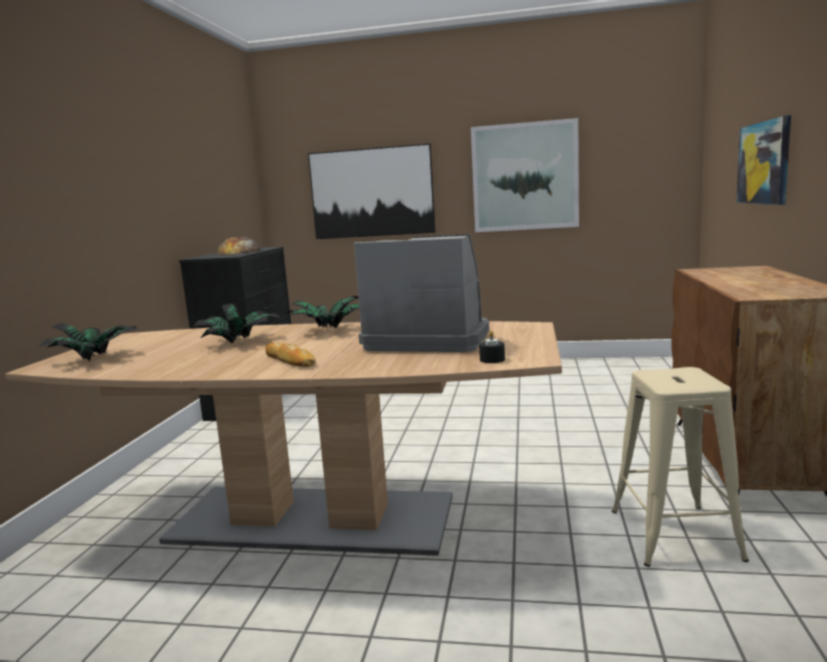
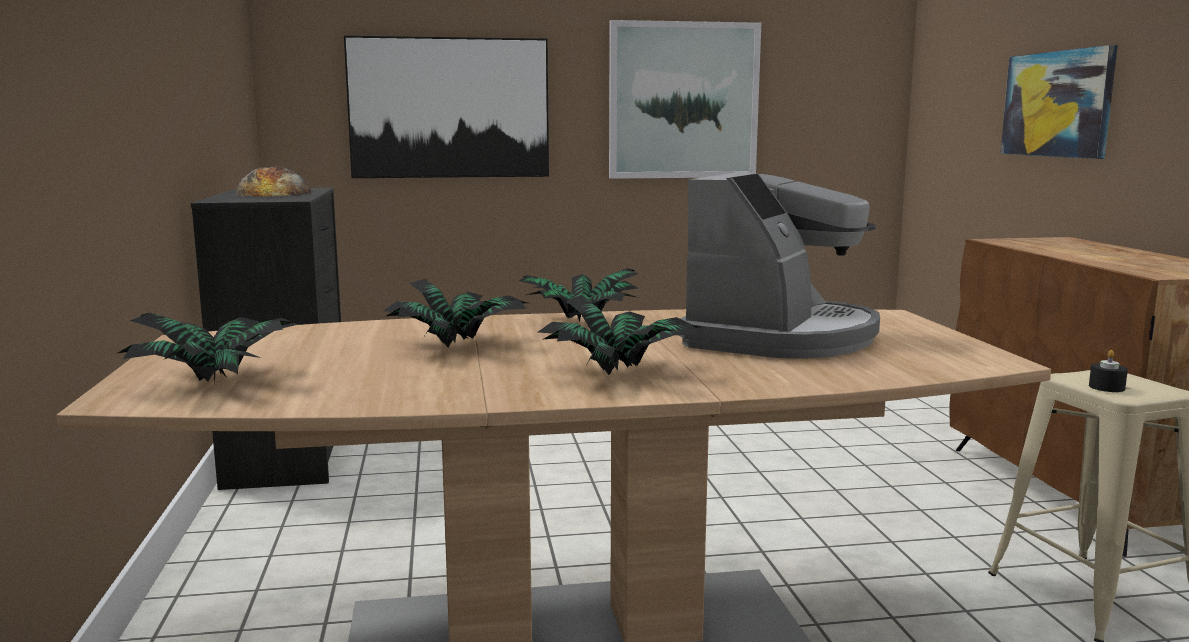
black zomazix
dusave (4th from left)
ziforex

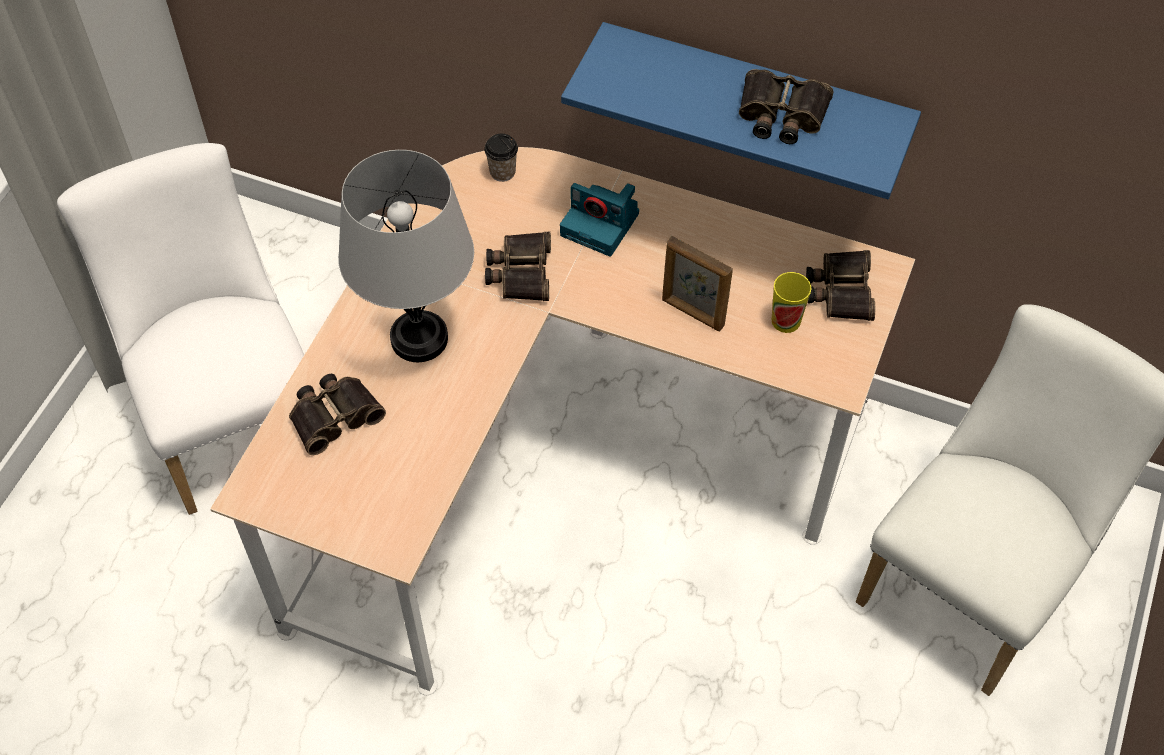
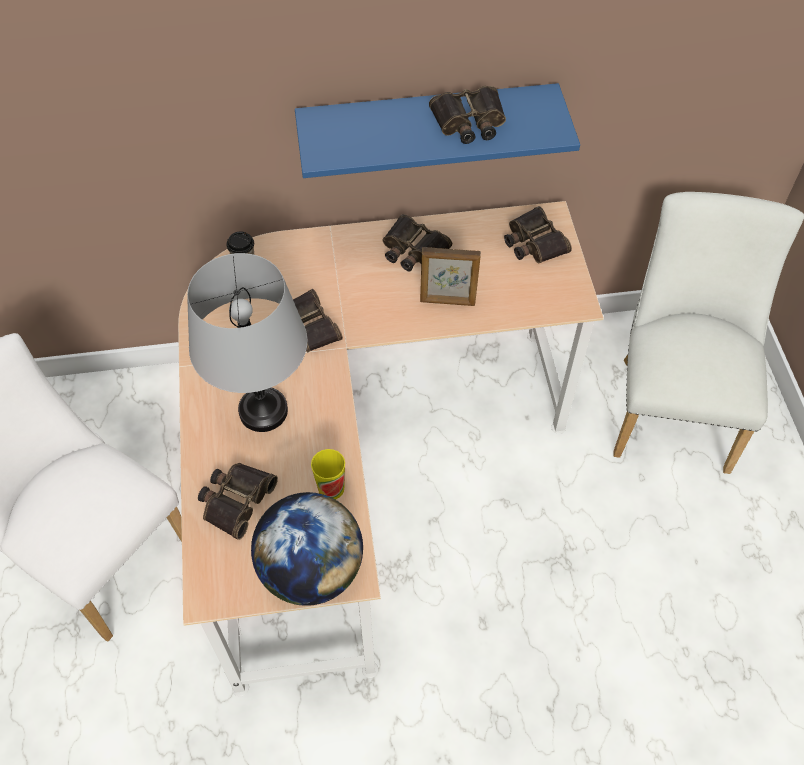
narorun
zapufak
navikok (3rd from left)
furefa (2nd from left)

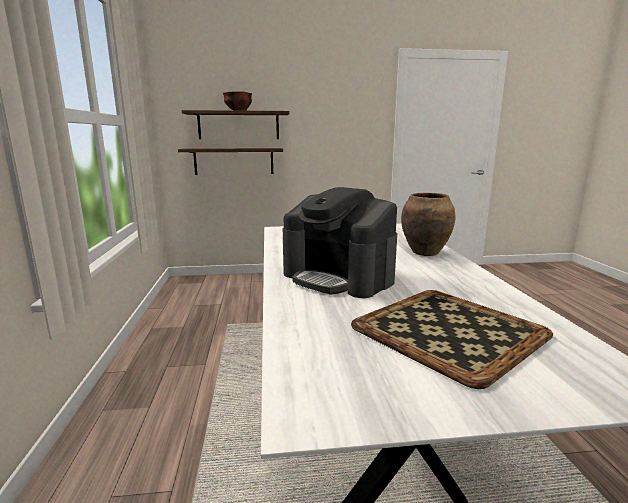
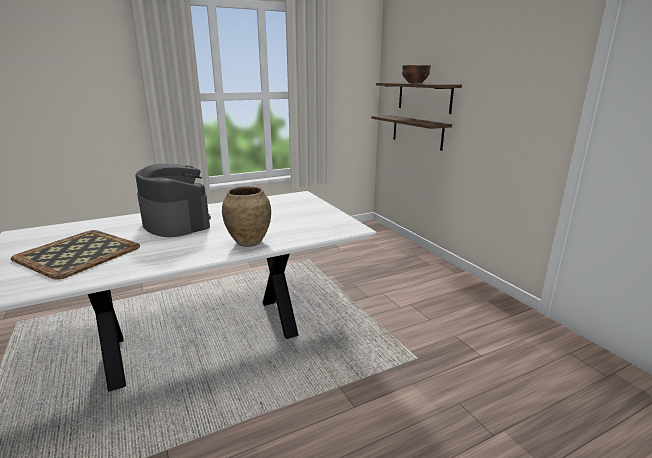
ziforex

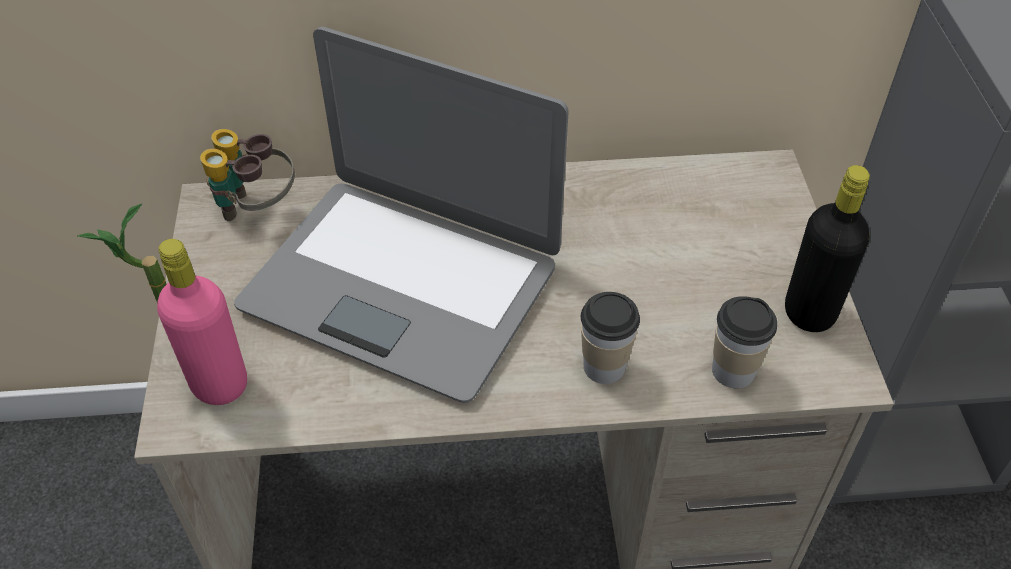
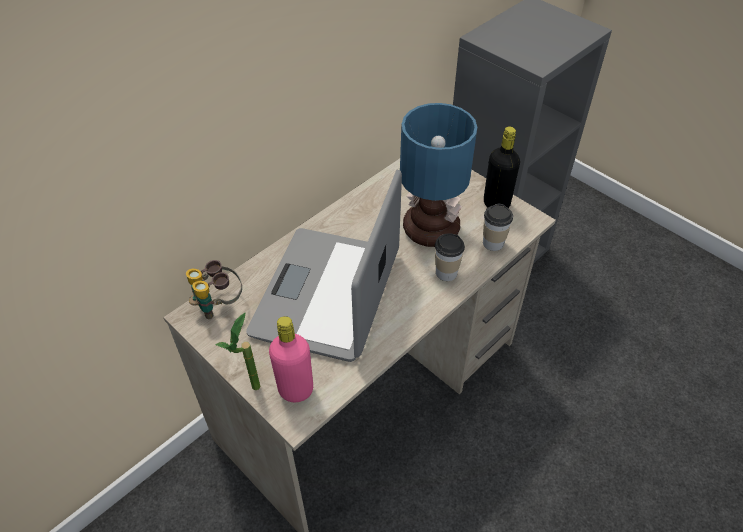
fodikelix
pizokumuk

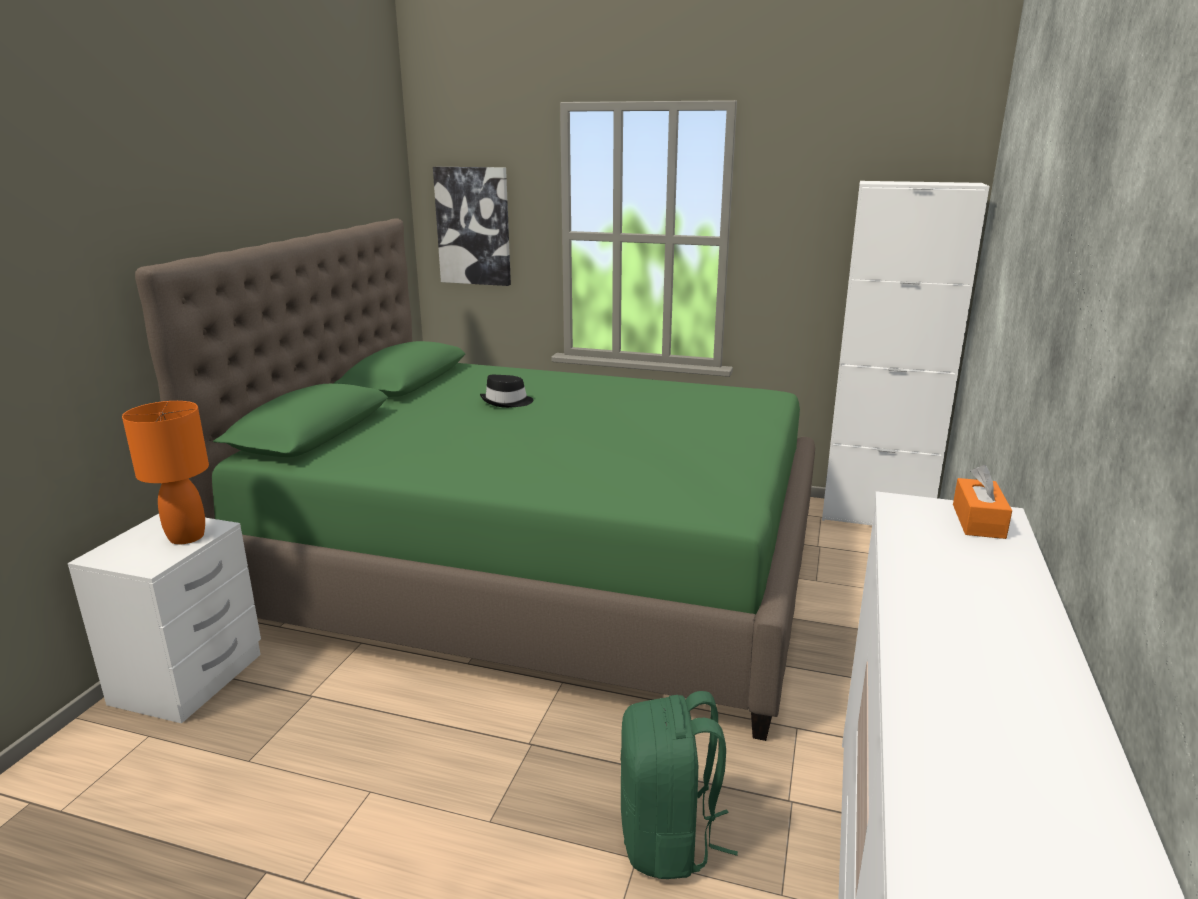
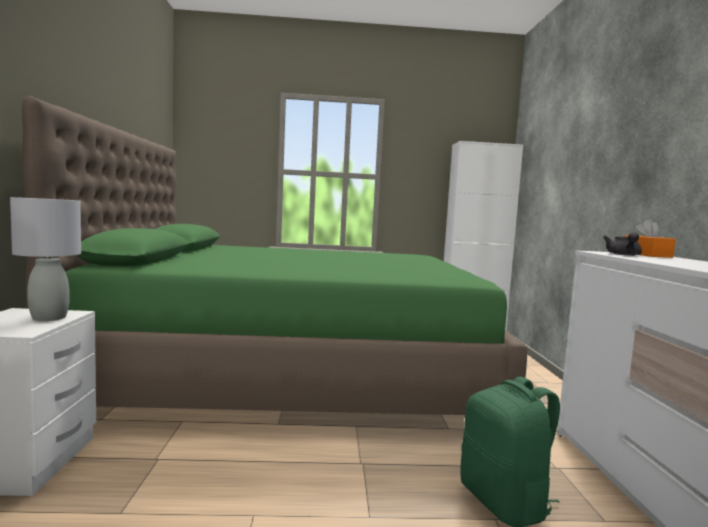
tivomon
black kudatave
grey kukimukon
grey fodikelix

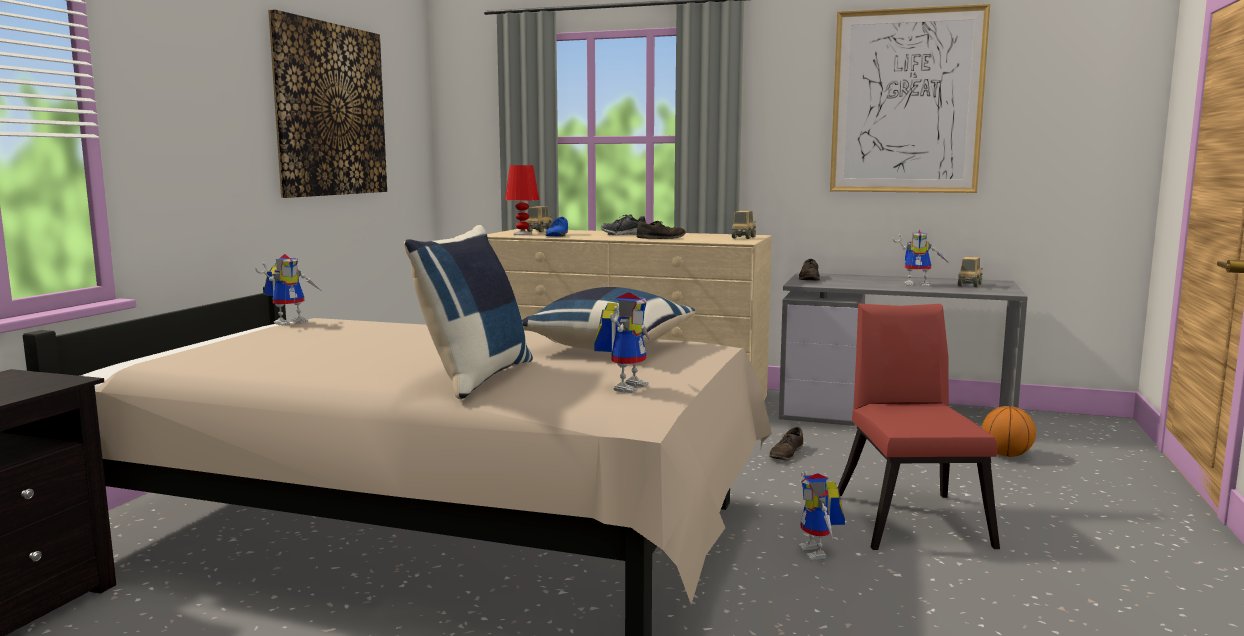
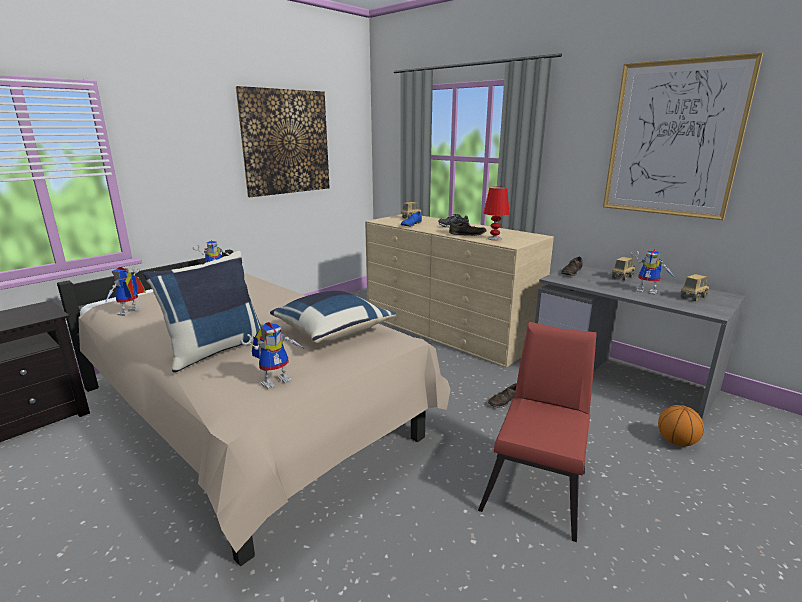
red fodikelix
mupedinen (2nd from left)
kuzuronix (1st from left)

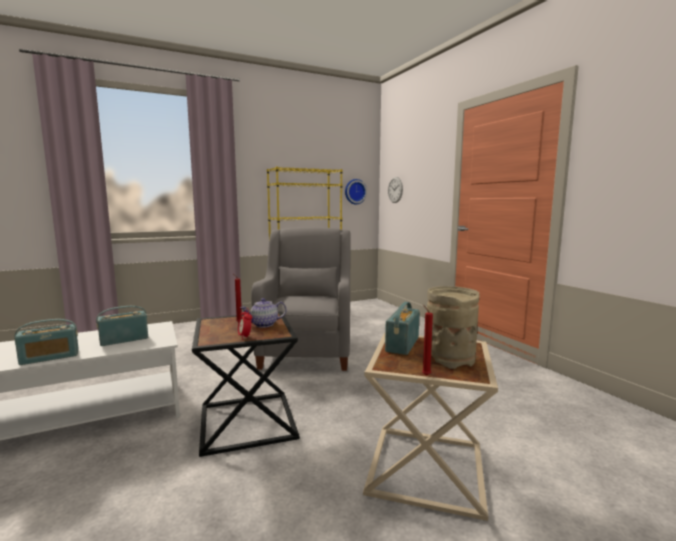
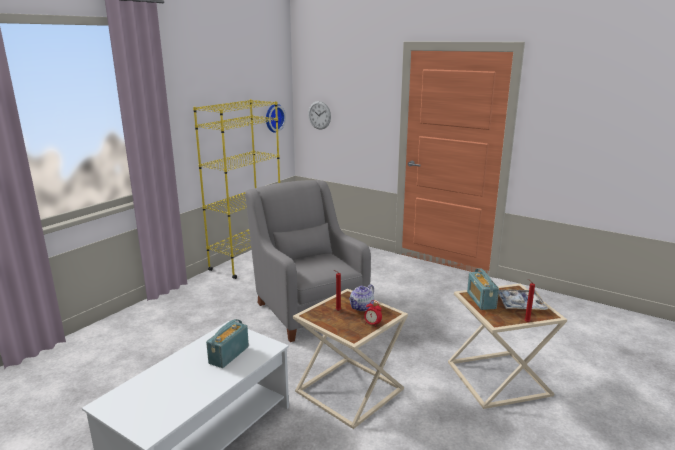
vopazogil (1st from left in the first image)
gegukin
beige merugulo (1st from left)

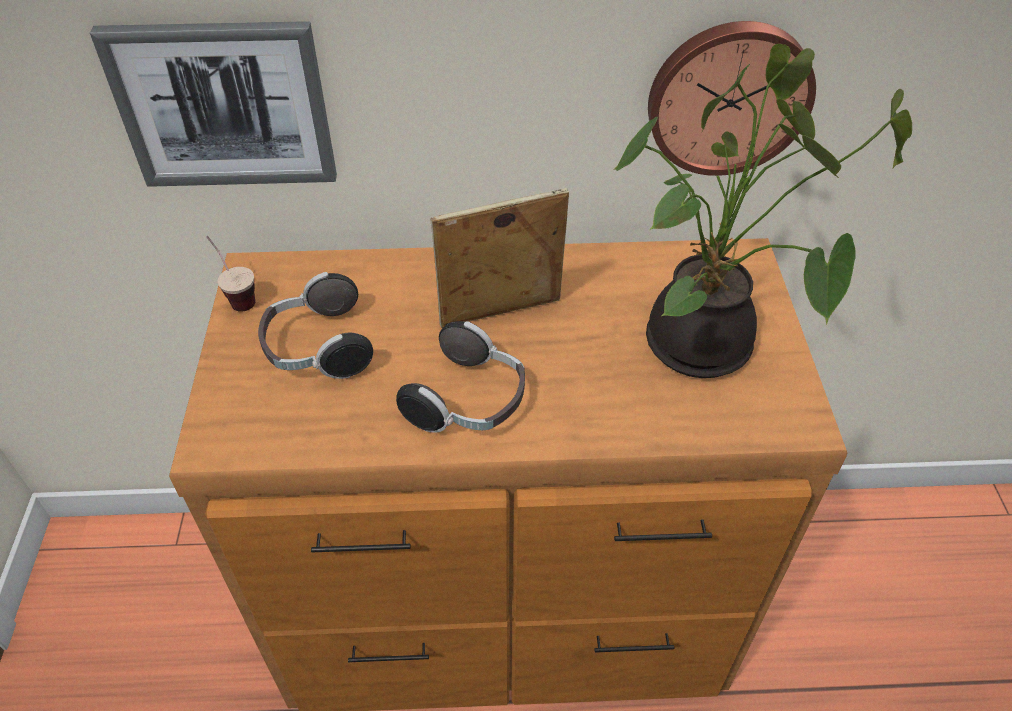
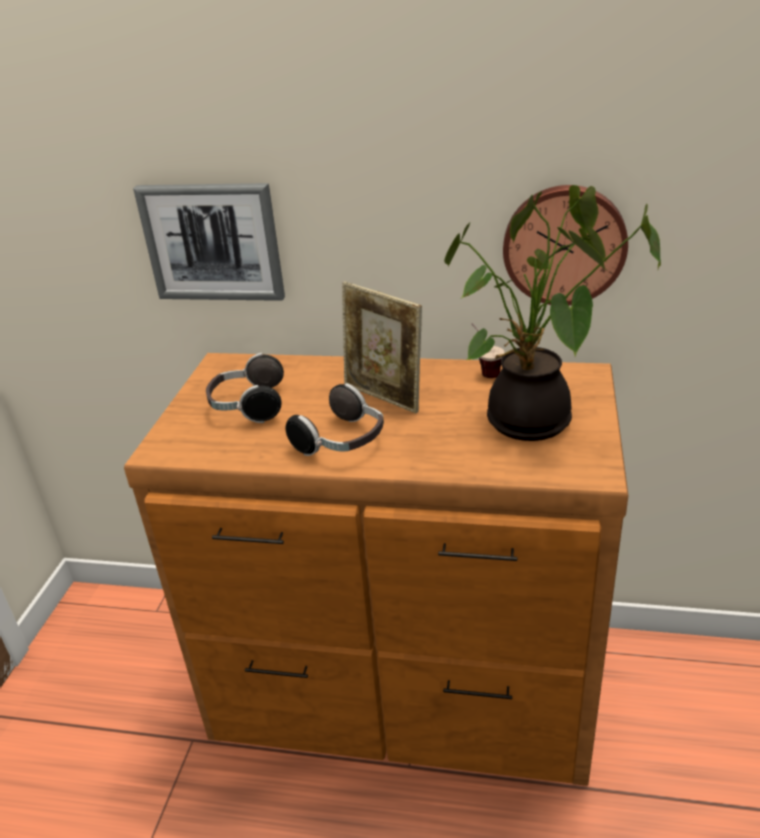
furefa
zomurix

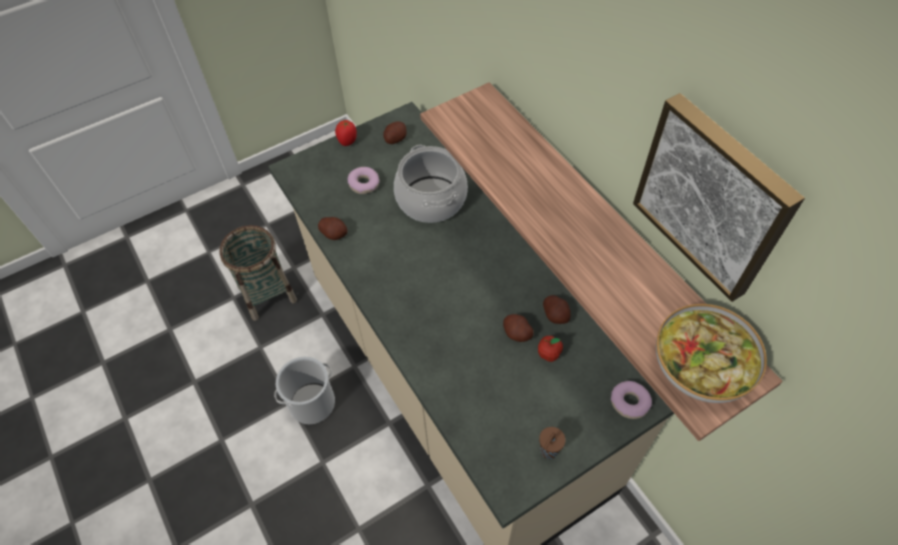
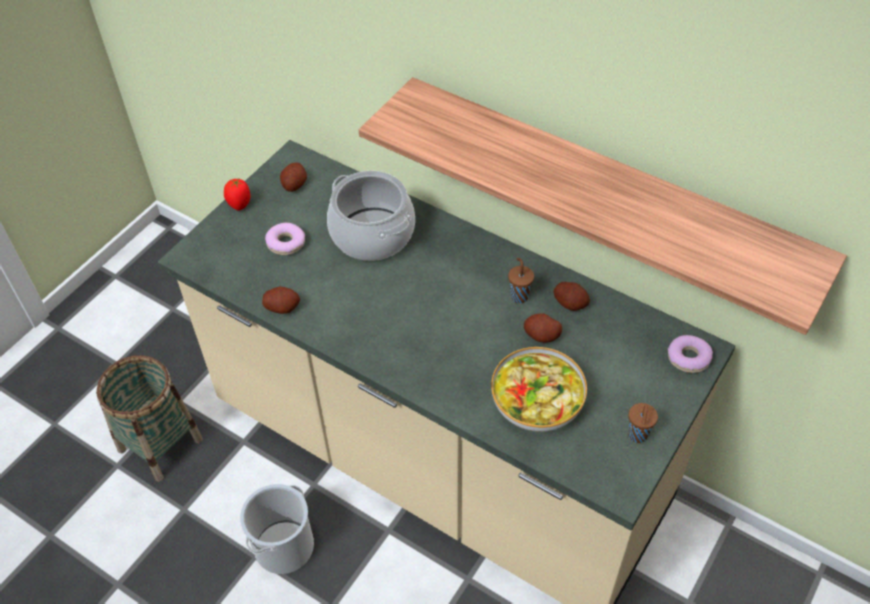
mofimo
tivomon
brown furefa (1st from left)
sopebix

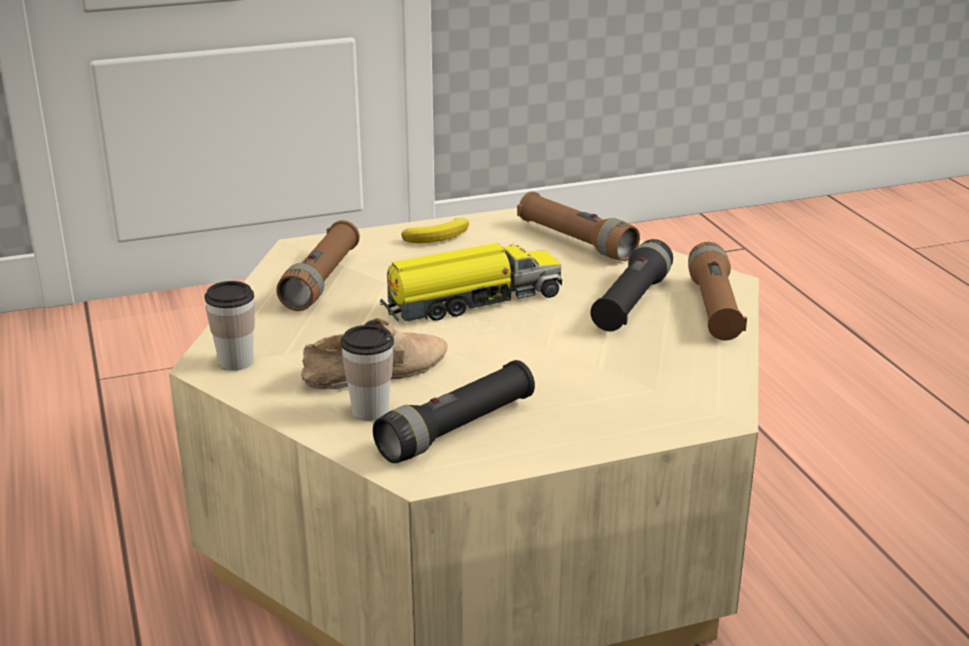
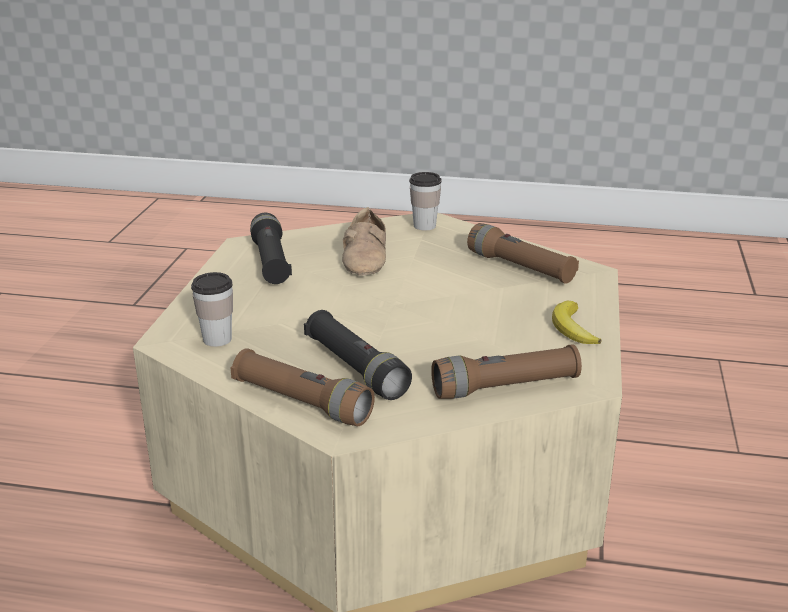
mupedinen
furefa (1st from left)

